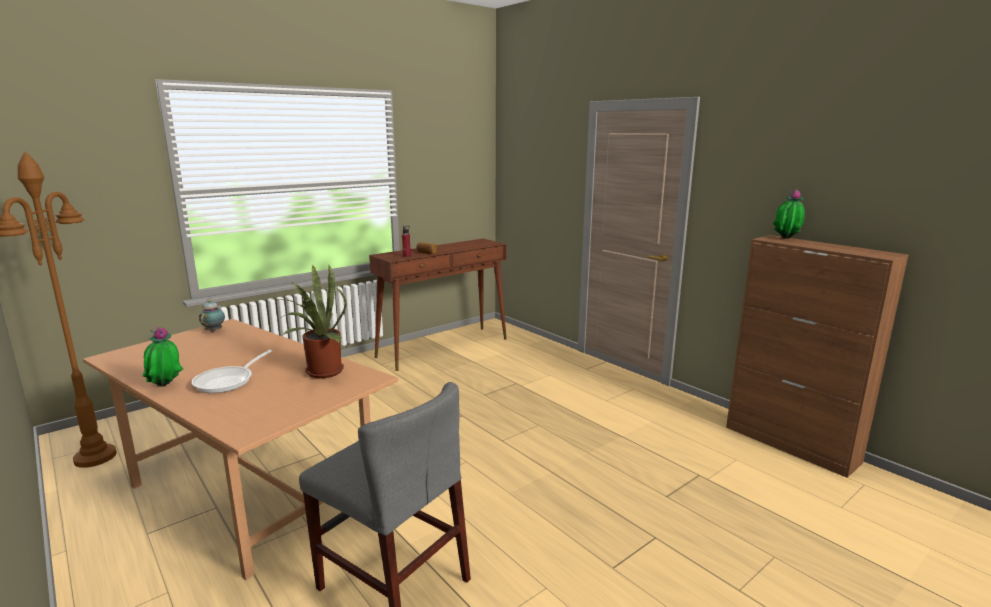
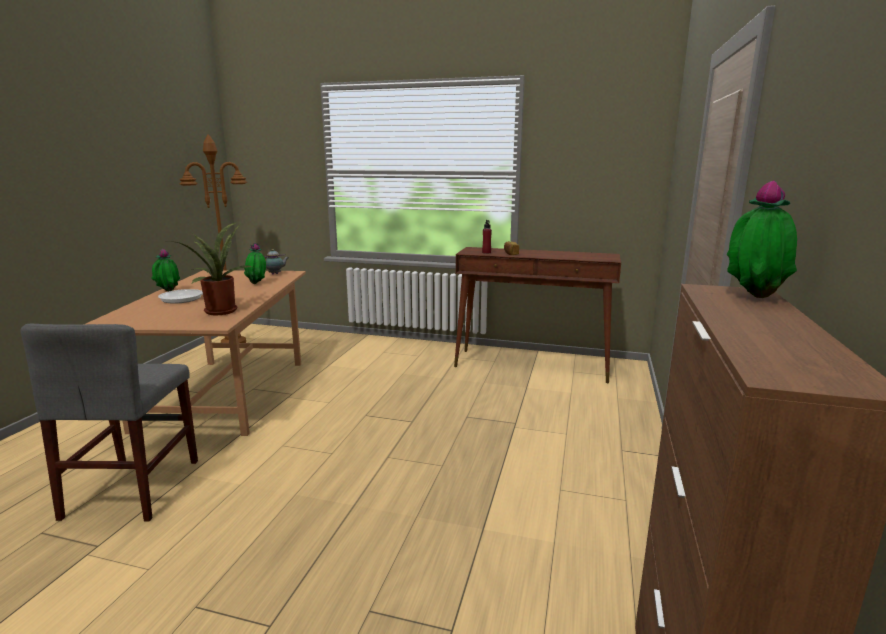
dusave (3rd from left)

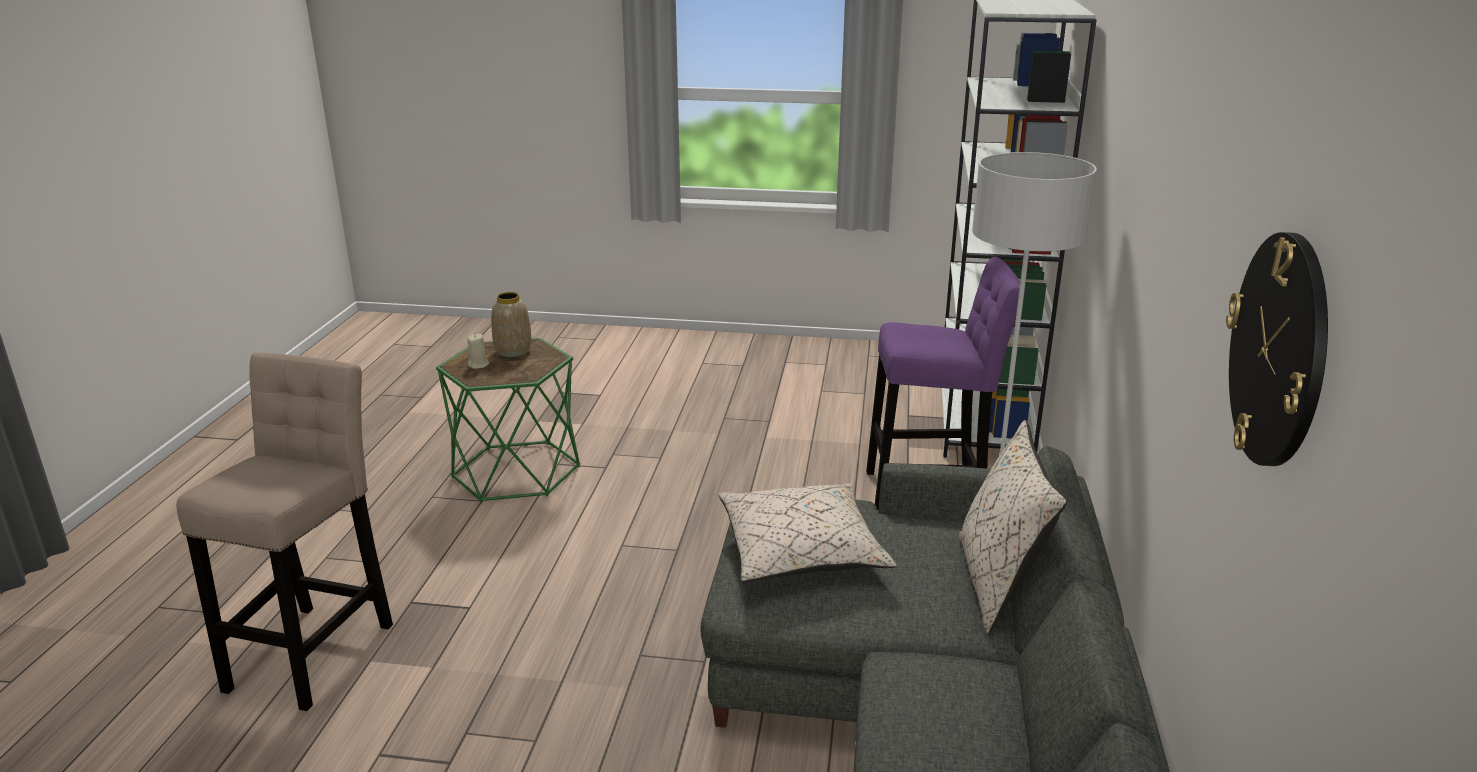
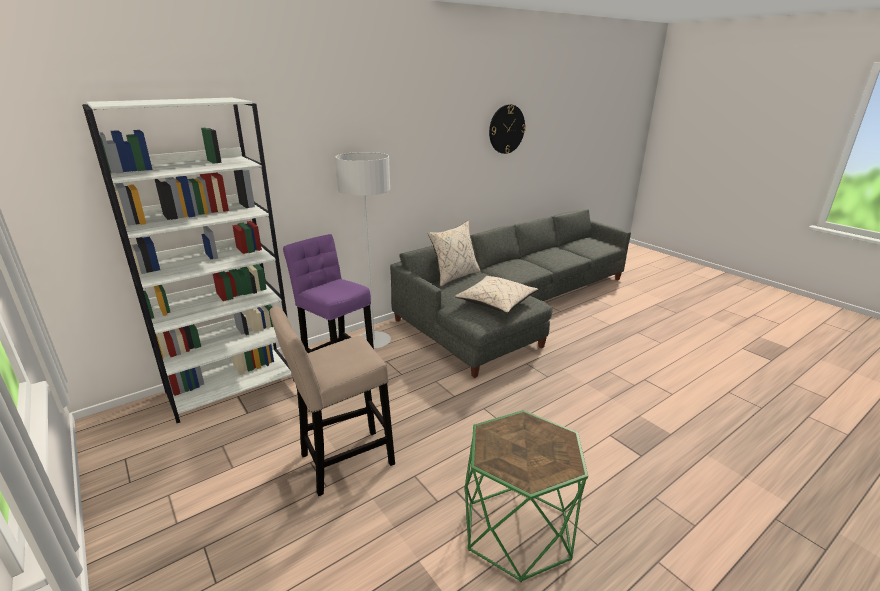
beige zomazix
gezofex
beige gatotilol

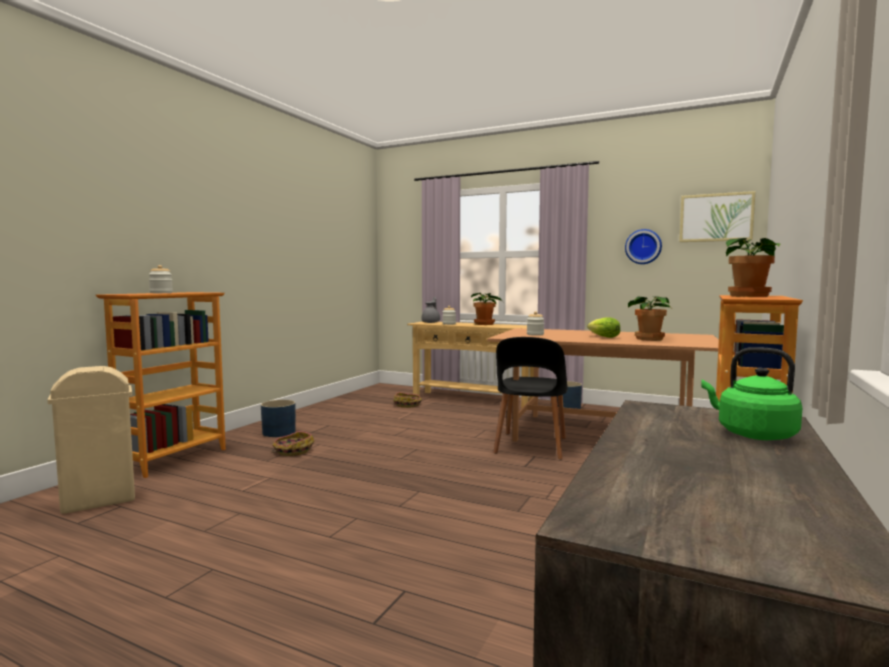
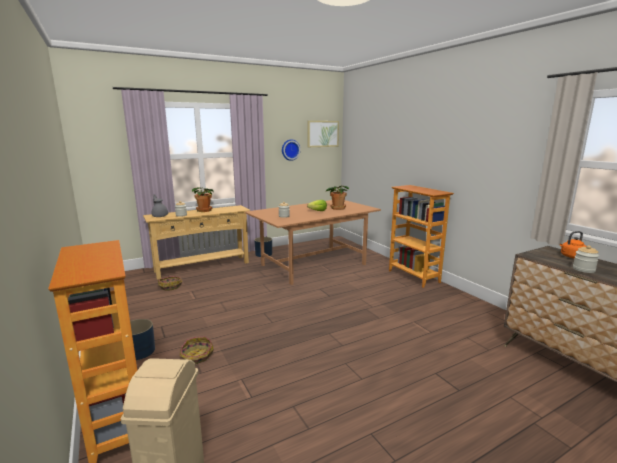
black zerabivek
dusave (3rd from left in the first image)
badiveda (3rd from left)
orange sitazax

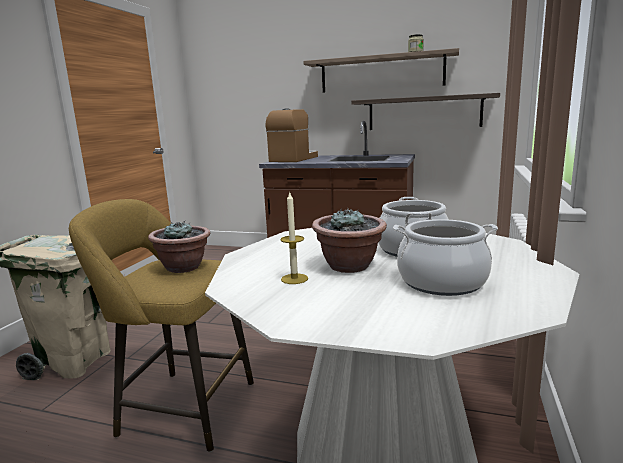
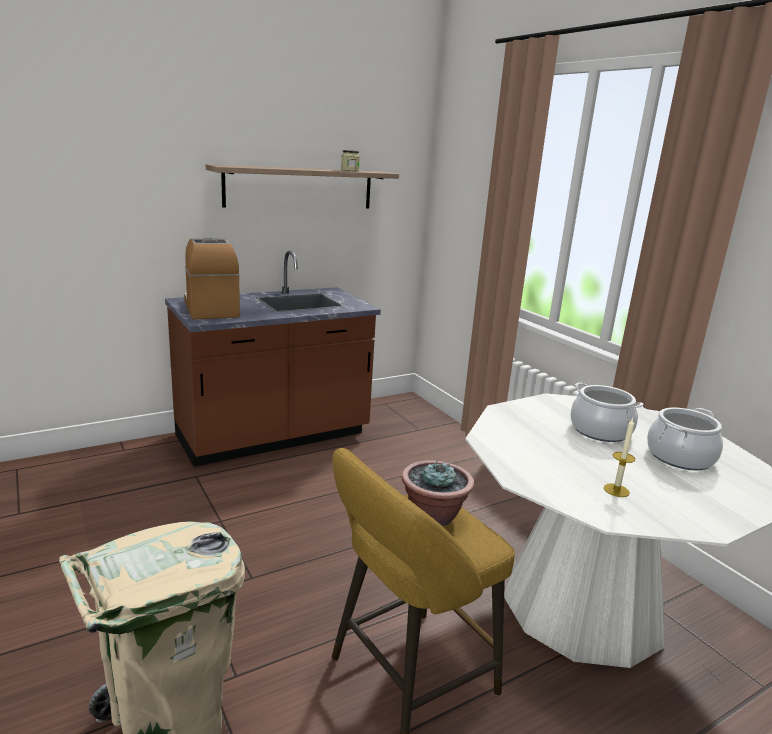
dusave (2nd from left in the first image)
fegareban (2nd from left in the first image)

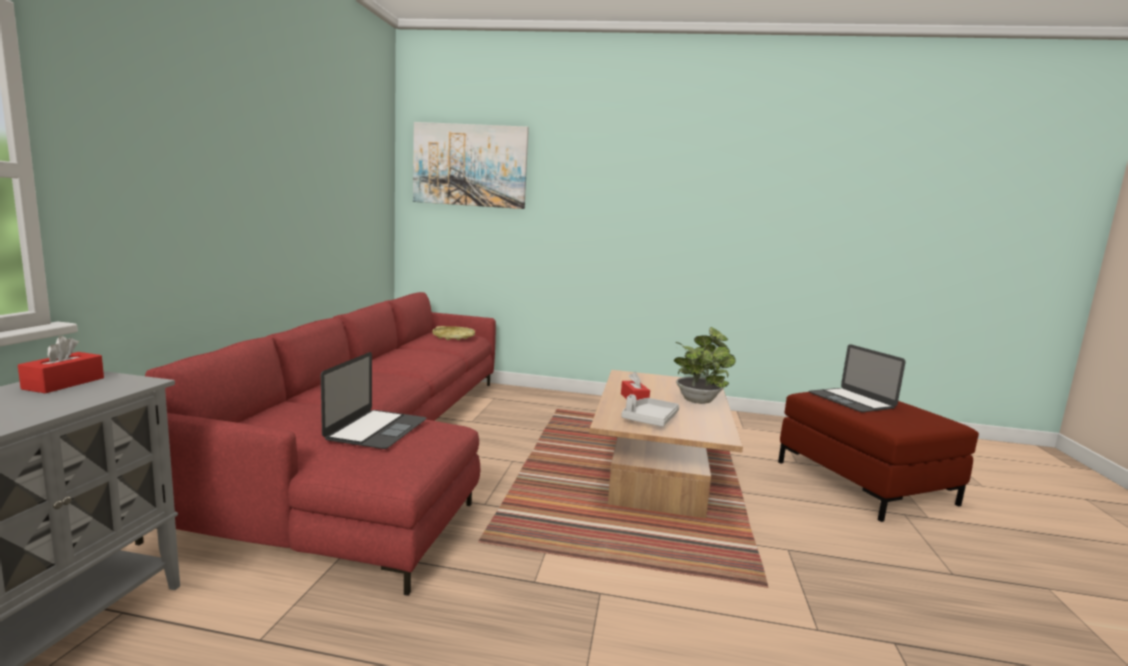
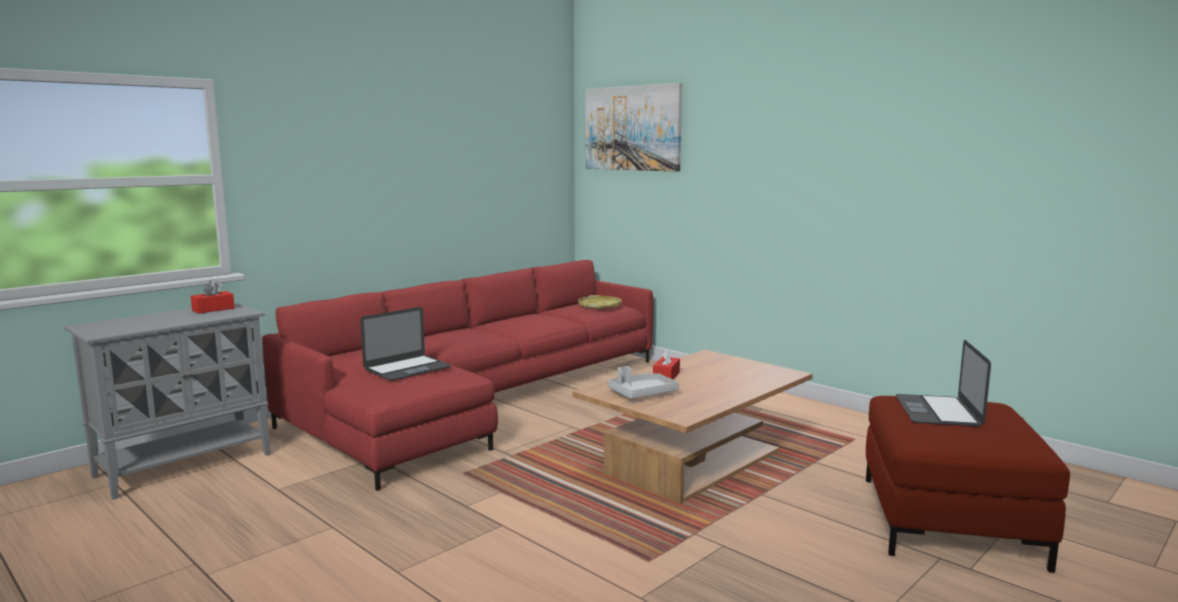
dusave

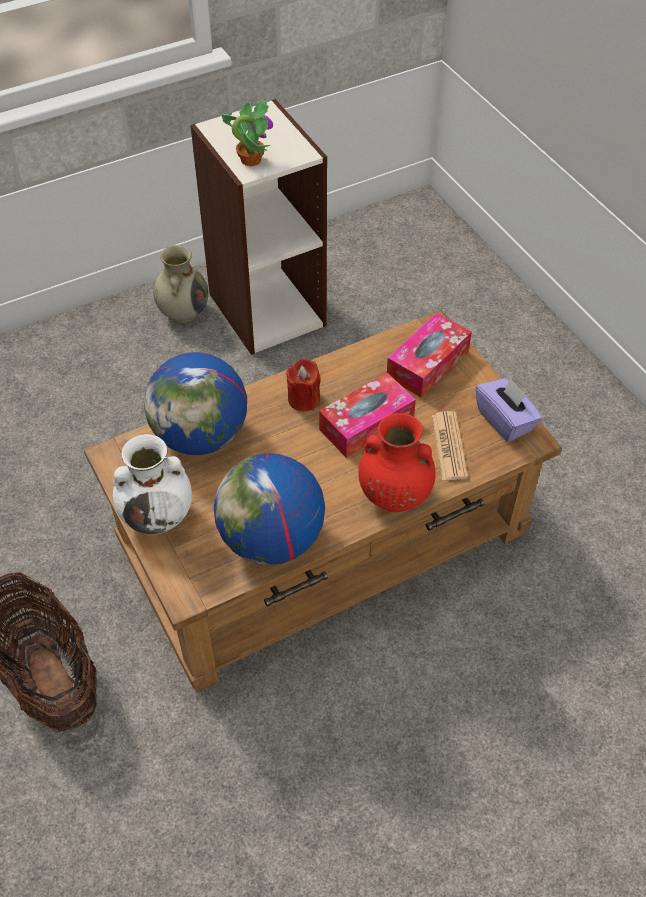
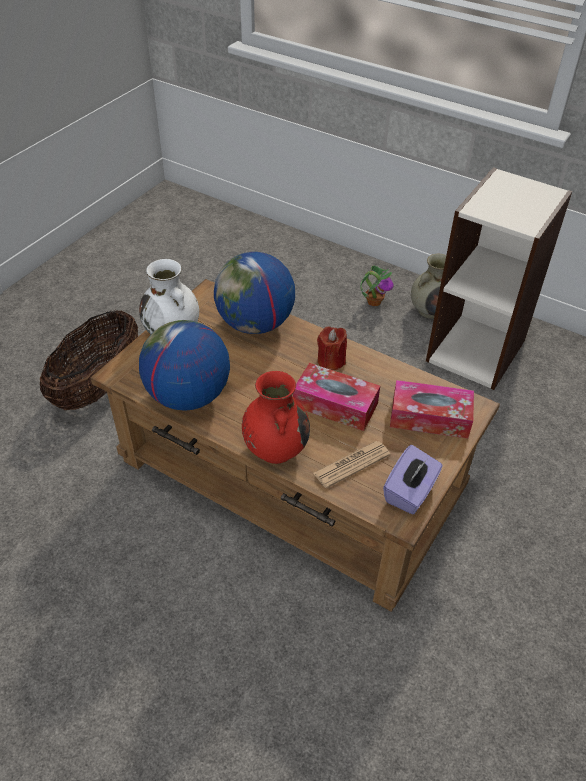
dusave

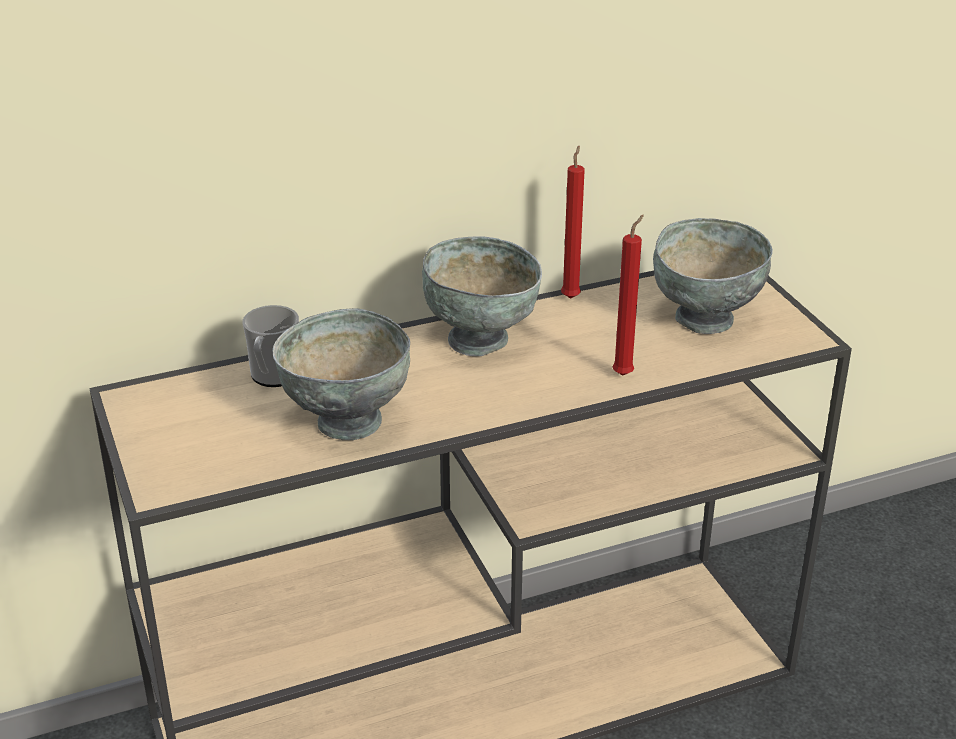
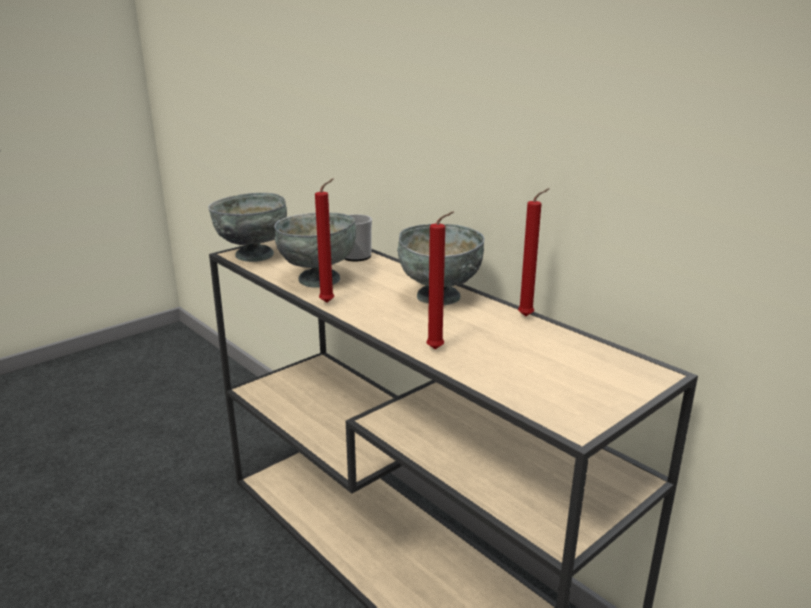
red zomazix (1st from left)
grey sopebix (1st from left)

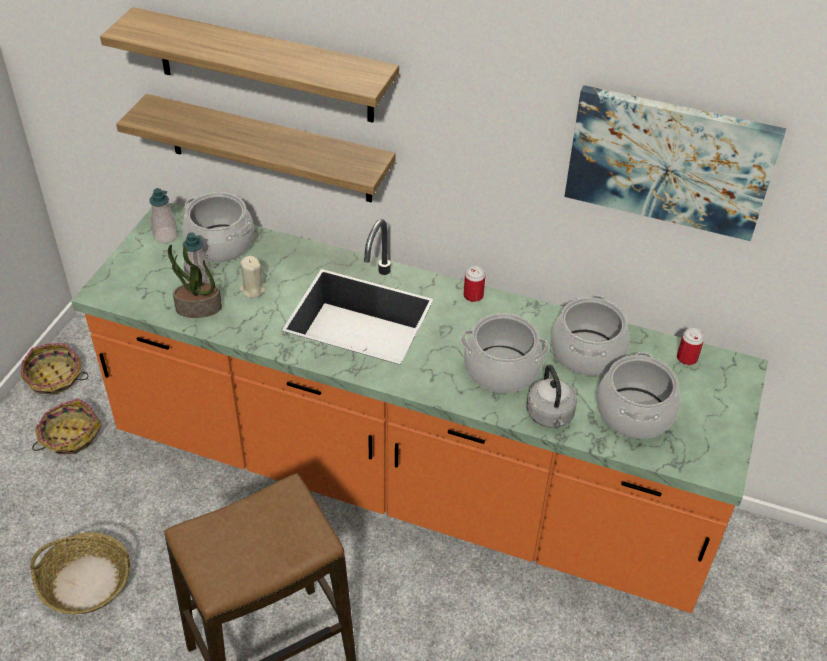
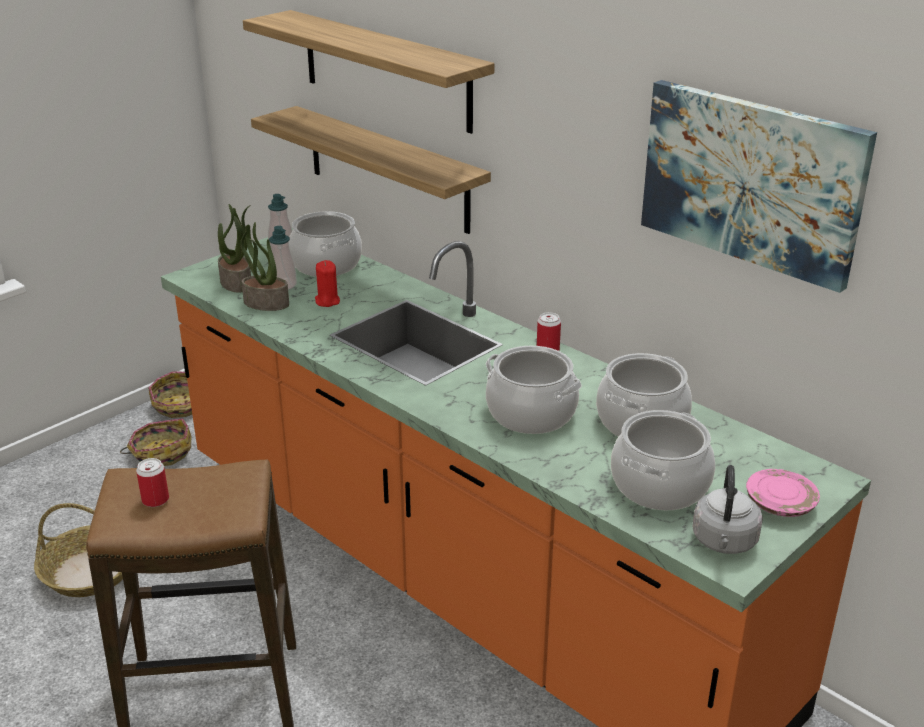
dusave (1st from left)
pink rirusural
grey sitazax
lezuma (1st from left)
red zomazix

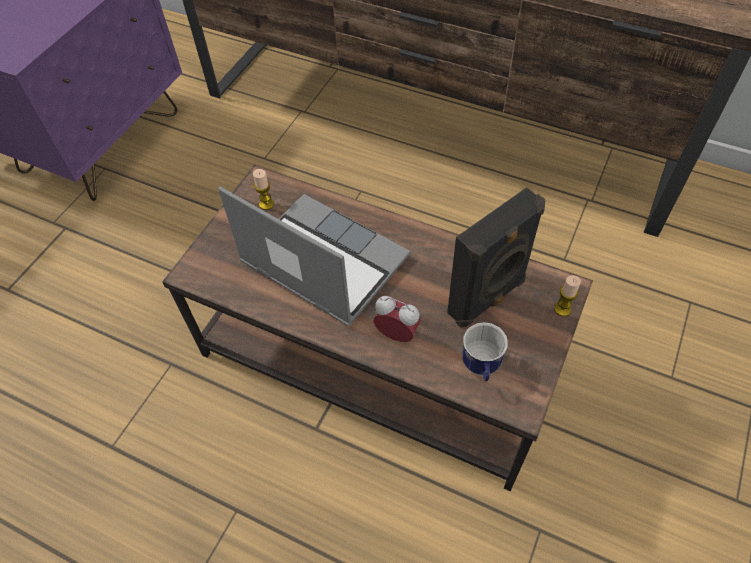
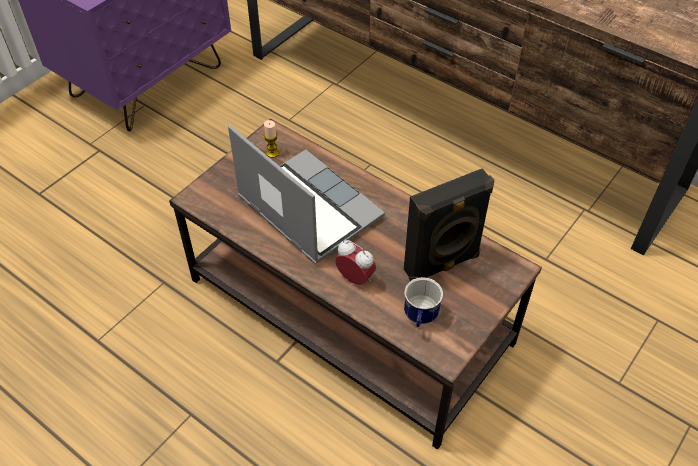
zomazix (2nd from left in the first image)

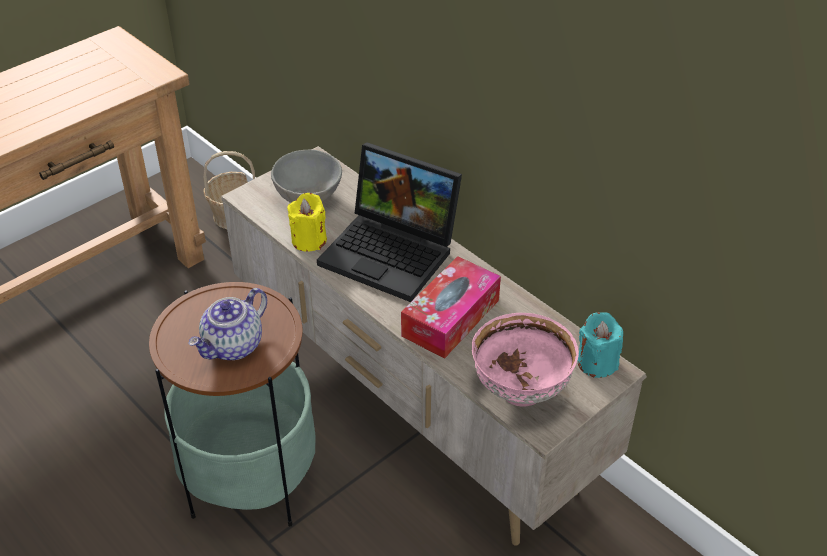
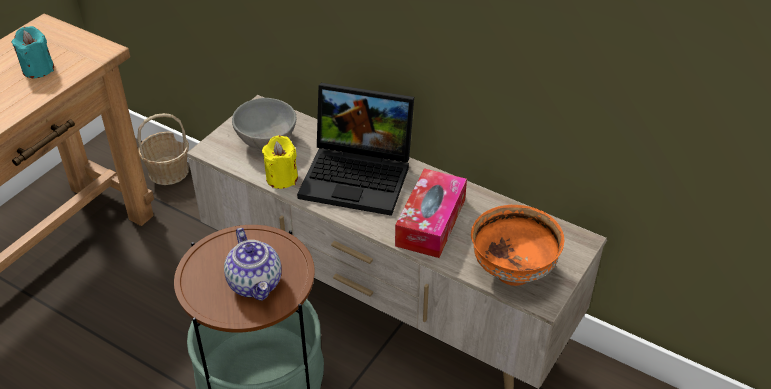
turquoise zomazix
orange sopebix
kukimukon

